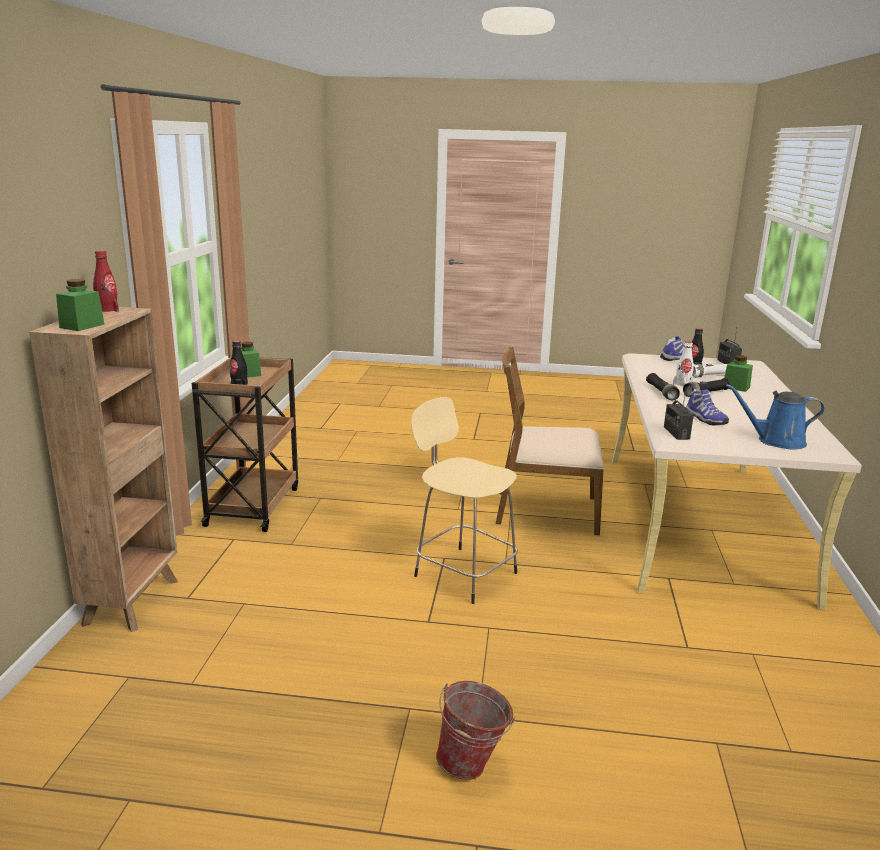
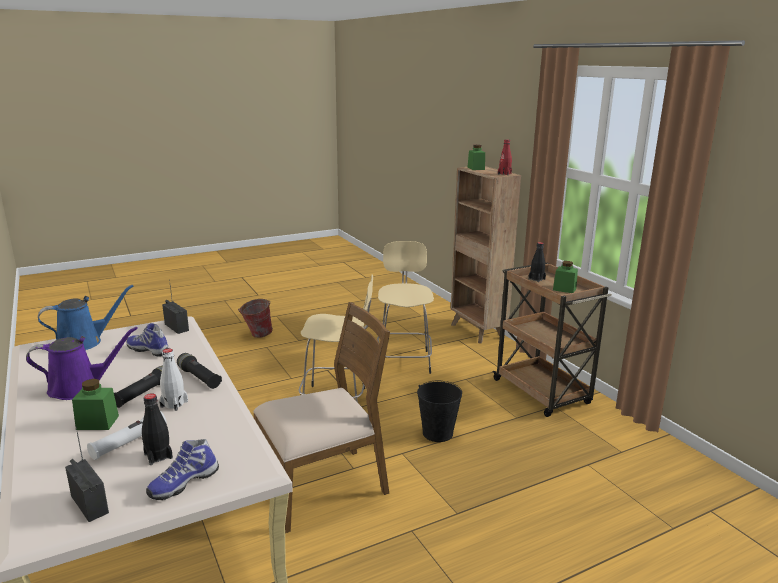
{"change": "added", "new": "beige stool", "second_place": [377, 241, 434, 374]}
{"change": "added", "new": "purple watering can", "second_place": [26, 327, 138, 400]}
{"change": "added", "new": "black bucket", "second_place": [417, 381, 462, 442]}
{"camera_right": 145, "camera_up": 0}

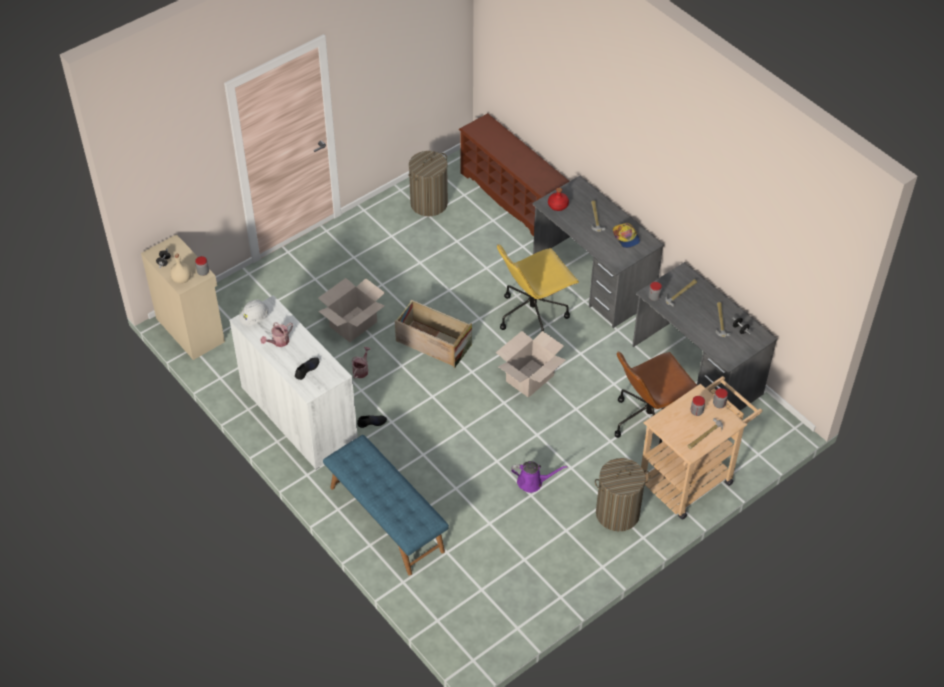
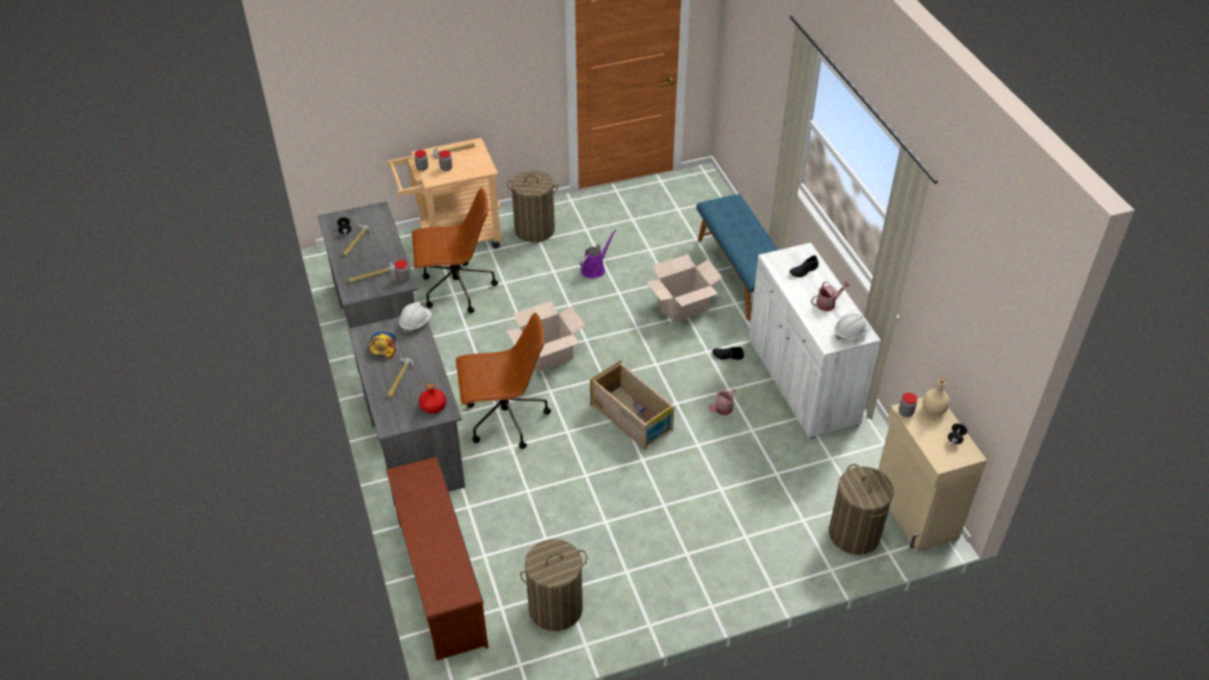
{"change": "recoloured", "old": "yellow office chair", "new": "brown office chair", "first_place": [497, 244, 579, 332], "second_place": [456, 312, 551, 449]}
{"change": "moved", "old": "cardboard box", "first_place": [318, 278, 385, 342], "second_place": [647, 254, 723, 323]}
{"change": "turned", "old": "purple watering can", "first_place": [511, 461, 567, 493], "second_place": [580, 230, 616, 279], "degrees": 105}
{"change": "added", "new": "white hard hat", "second_place": [399, 302, 432, 333]}
{"change": "added", "new": "laundry basket", "second_place": [829, 464, 894, 555]}
{"camera_right": -160, "camera_up": -5}

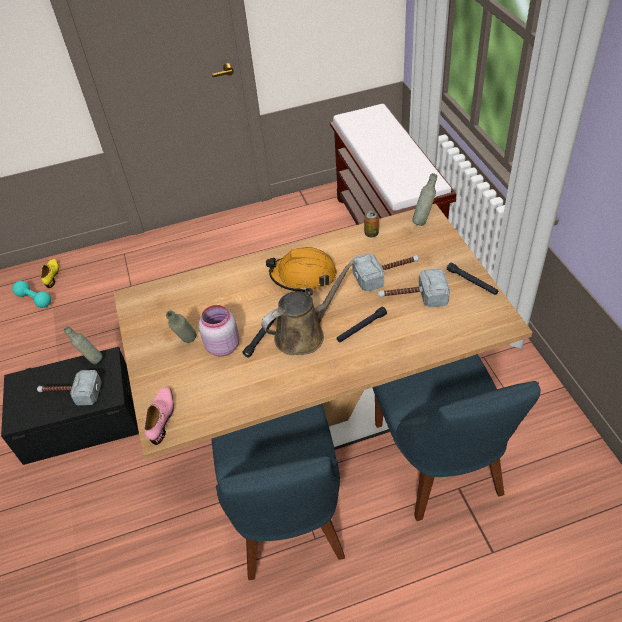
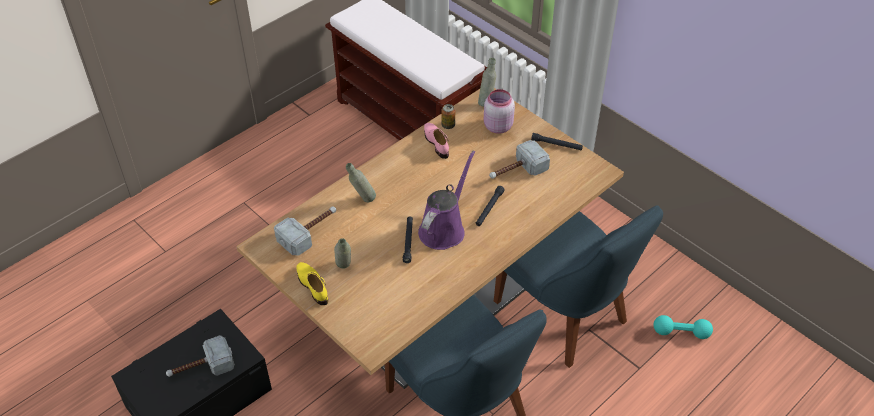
{"change": "removed", "old": "orange hard hat", "first_place": [266, 247, 337, 292]}
{"change": "moved", "old": "hammer", "first_place": [352, 253, 419, 292], "second_place": [274, 206, 336, 256]}
{"change": "moved", "old": "yellow shoe", "first_place": [41, 259, 60, 288], "second_place": [296, 262, 328, 305]}
{"change": "recoloured", "old": "brown watering can", "new": "purple watering can", "first_place": [261, 260, 355, 355], "second_place": [418, 151, 475, 250]}
{"change": "moved", "old": "turquoise dumbbell", "first_place": [12, 281, 51, 308], "second_place": [653, 315, 713, 339]}
{"change": "moved", "old": "pink jar", "first_place": [199, 305, 239, 356], "second_place": [484, 89, 515, 134]}
{"change": "moved", "old": "grey bottle", "first_place": [64, 326, 102, 364], "second_place": [346, 163, 376, 202]}
{"change": "moved", "old": "pink shoe", "first_place": [144, 387, 174, 445], "second_place": [424, 123, 449, 159]}
{"camera_right": -30, "camera_up": 0}

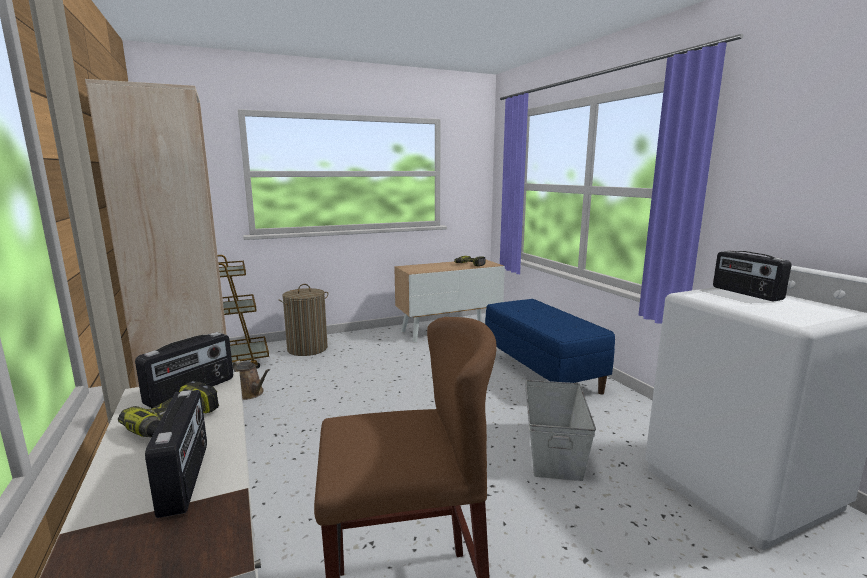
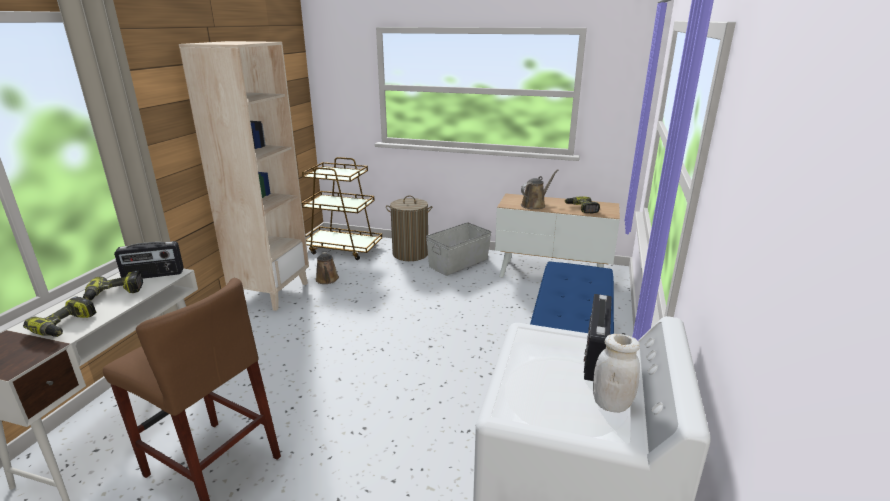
{"change": "moved", "old": "grey storage box", "first_place": [525, 380, 596, 481], "second_place": [426, 222, 492, 276]}
{"change": "replaced", "old": "radio", "new": "power drill", "first_place": [145, 390, 207, 518], "second_place": [23, 296, 96, 337]}
{"change": "added", "new": "brown watering can", "second_place": [521, 169, 558, 209]}
{"change": "added", "new": "white jar", "second_place": [593, 334, 640, 413]}
{"camera_right": 40, "camera_up": 10}

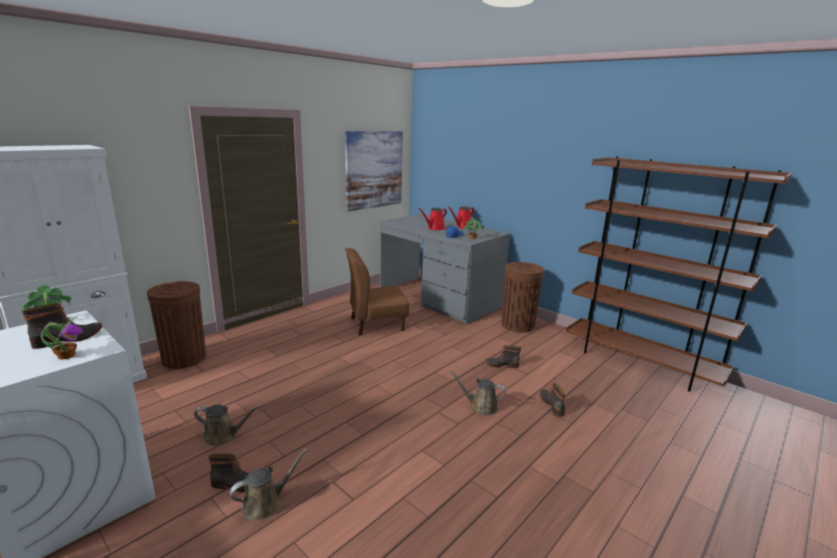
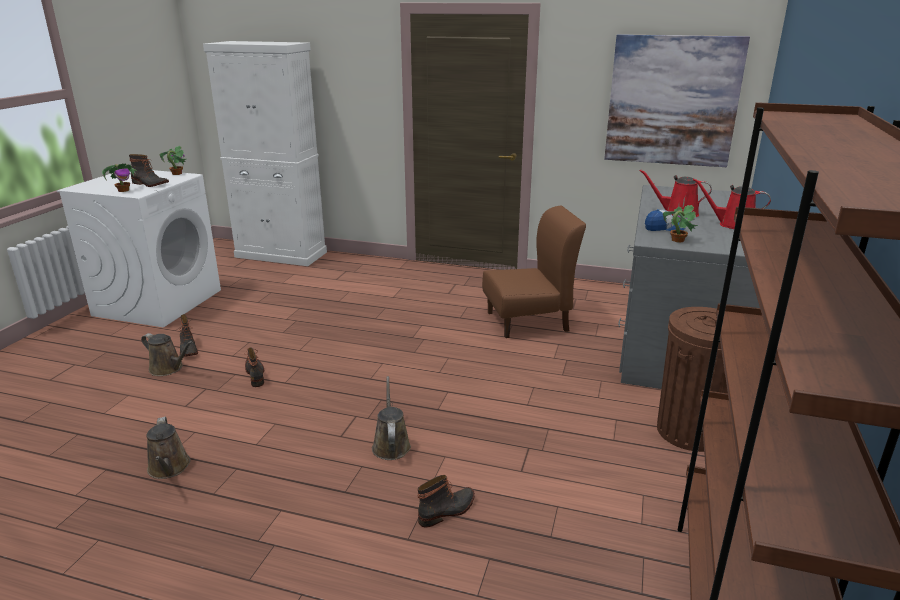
{"change": "turned", "old": "brown chair", "first_place": [345, 248, 409, 335], "second_place": [482, 206, 586, 338], "degrees": 120}
{"change": "removed", "old": "brown trash can", "first_place": [147, 281, 206, 369]}
{"change": "moved", "old": "boot", "first_place": [485, 345, 521, 368], "second_place": [245, 347, 264, 387]}
{"change": "moved", "old": "brown watering can", "first_place": [194, 404, 259, 446], "second_place": [146, 417, 191, 479]}
{"camera_right": 65, "camera_up": 5}

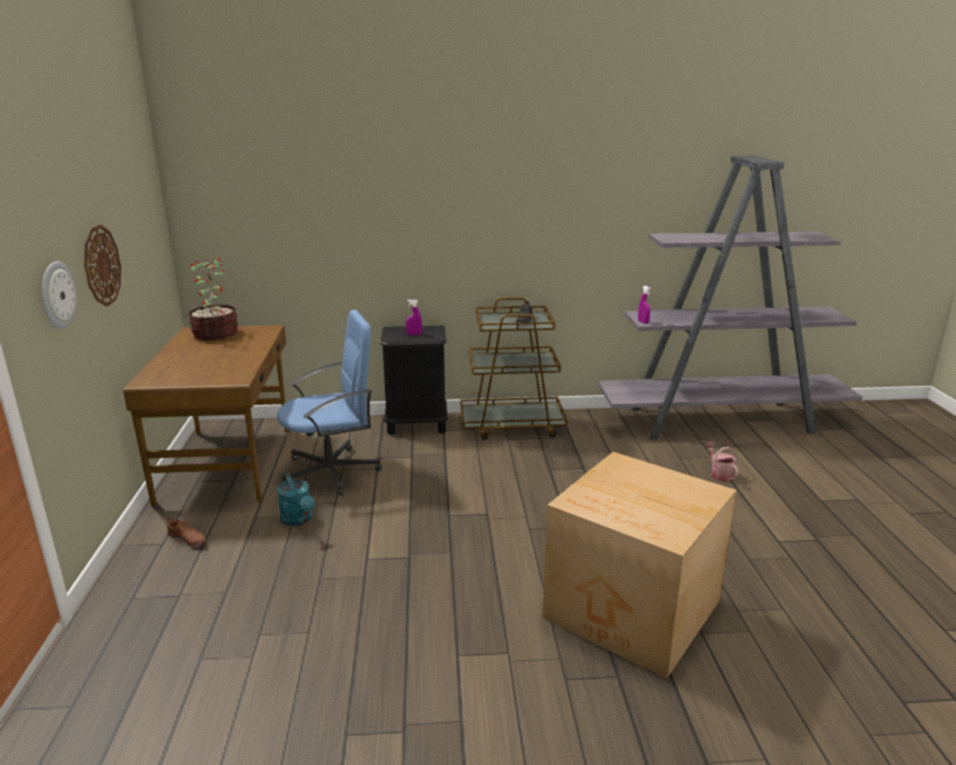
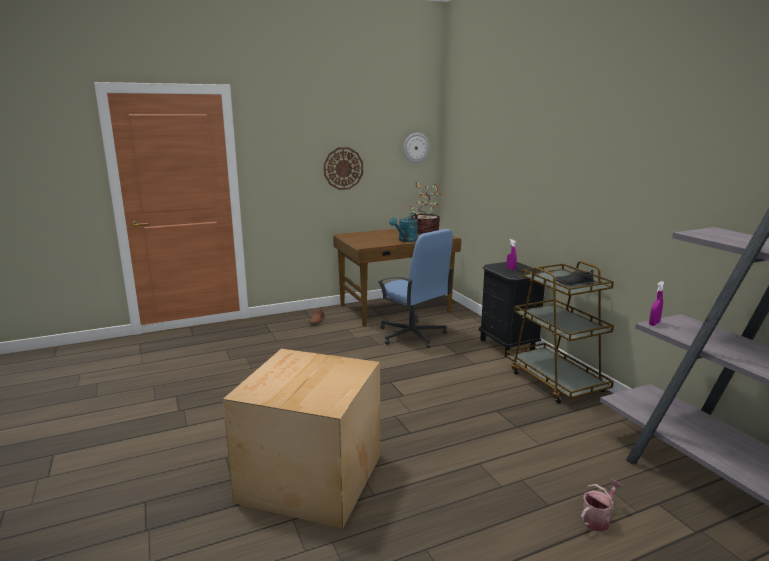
{"change": "moved", "old": "wall clock", "first_place": [42, 261, 77, 329], "second_place": [403, 133, 430, 163]}
{"change": "moved", "old": "turquoise watering can", "first_place": [277, 472, 315, 526], "second_place": [389, 213, 418, 242]}
{"camera_right": 70, "camera_up": -5}

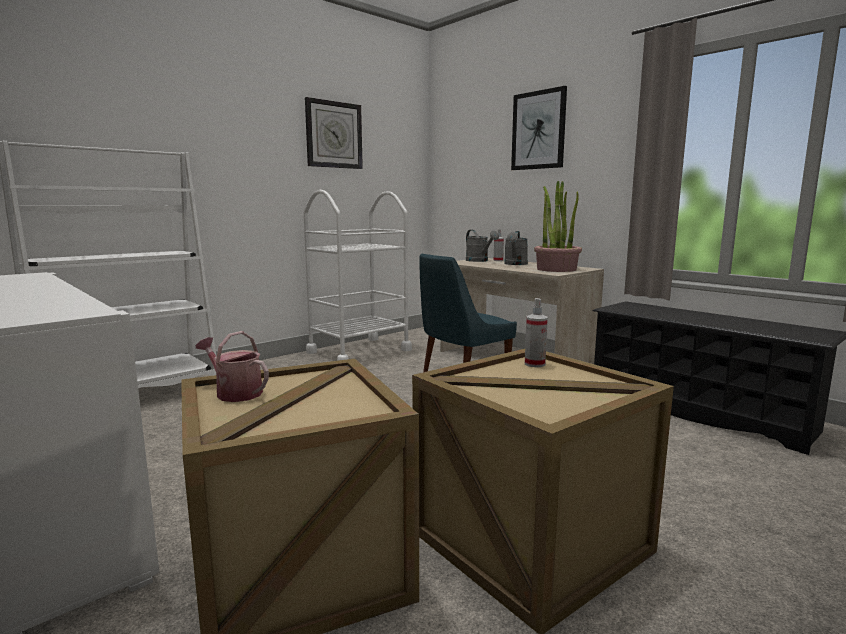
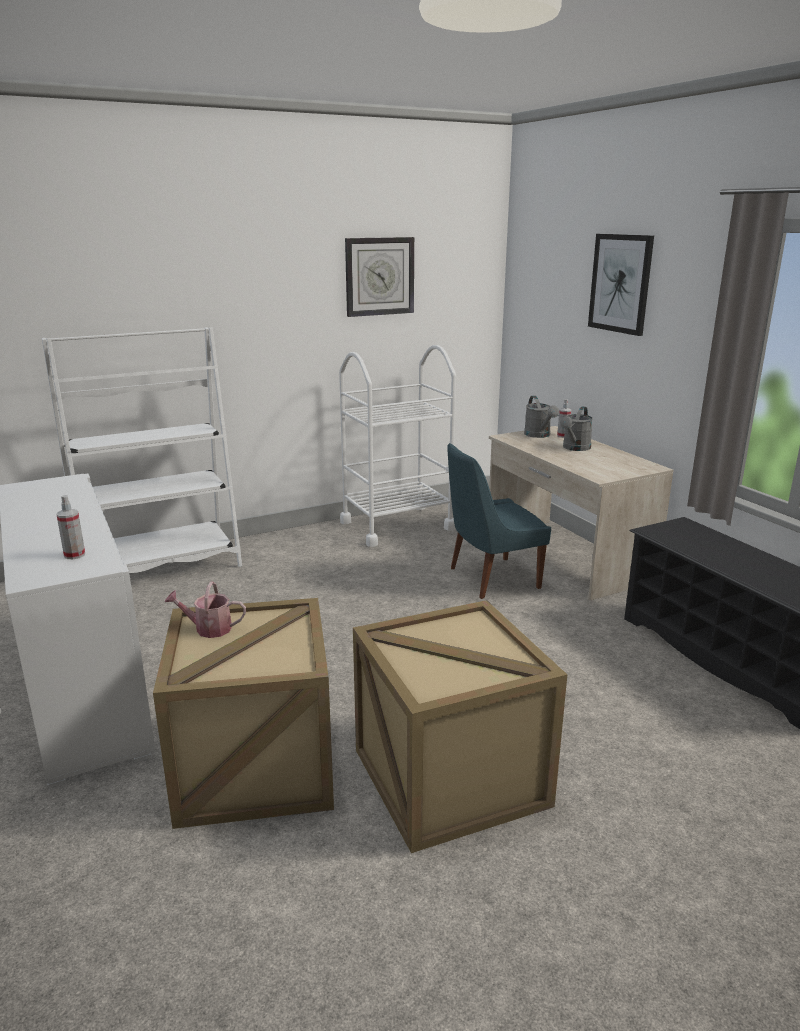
{"change": "removed", "old": "potted plant", "first_place": [534, 181, 582, 272]}
{"change": "moved", "old": "spray bottle", "first_place": [525, 298, 548, 367], "second_place": [56, 495, 85, 559]}
{"change": "turned", "old": "watering can", "first_place": [196, 331, 269, 402], "second_place": [165, 581, 246, 638], "degrees": -45}
{"camera_right": 15, "camera_up": 10}

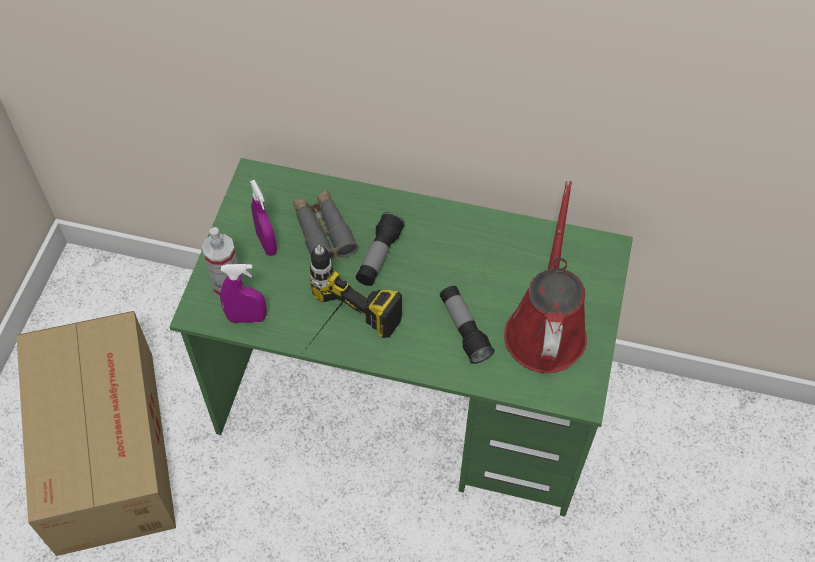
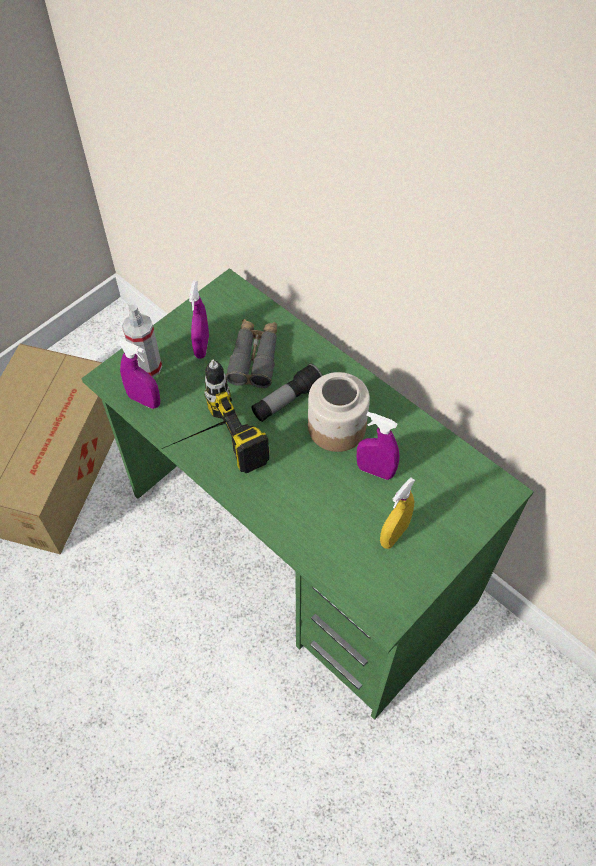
{"change": "replaced", "old": "red watering can", "new": "yellow spray bottle", "first_place": [504, 181, 587, 373], "second_place": [380, 477, 415, 549]}
{"change": "removed", "old": "flashlight", "first_place": [440, 286, 494, 364]}
{"change": "added", "new": "jar", "second_place": [308, 372, 370, 452]}
{"change": "added", "new": "purple spray bottle", "second_place": [357, 412, 400, 480]}
{"camera_right": 30, "camera_up": 0}

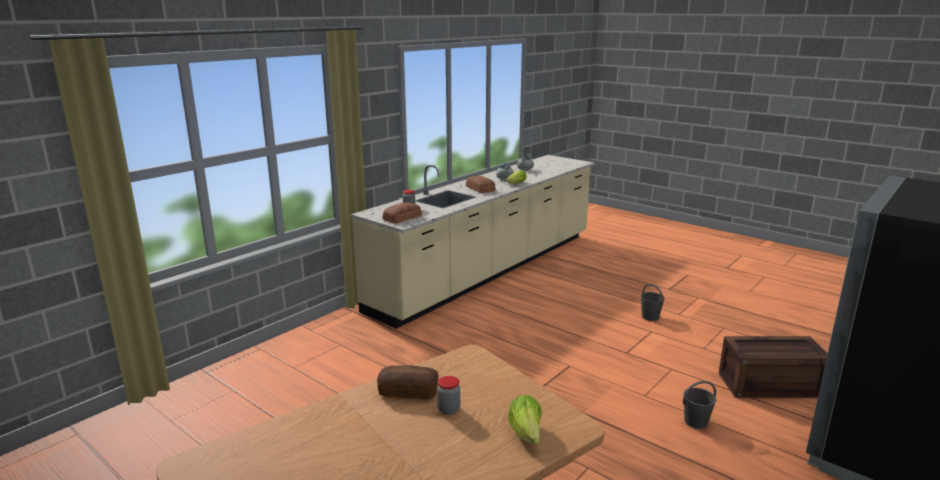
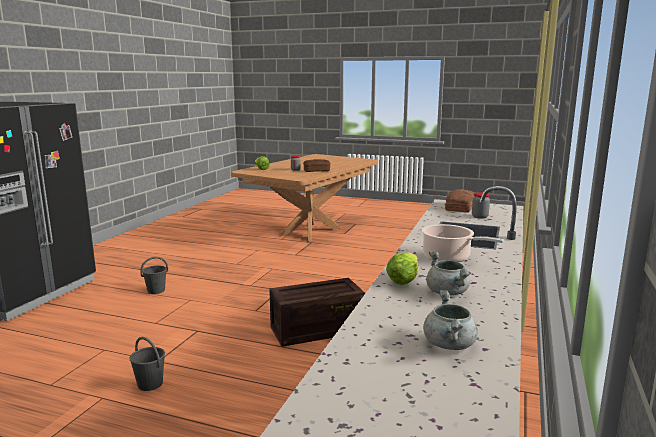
{"change": "replaced", "old": "bread", "new": "cooking pot", "first_place": [466, 176, 496, 193], "second_place": [421, 224, 504, 262]}
{"change": "moved", "old": "crate", "first_place": [719, 336, 827, 398], "second_place": [269, 278, 365, 347]}
{"camera_right": 160, "camera_up": -5}

